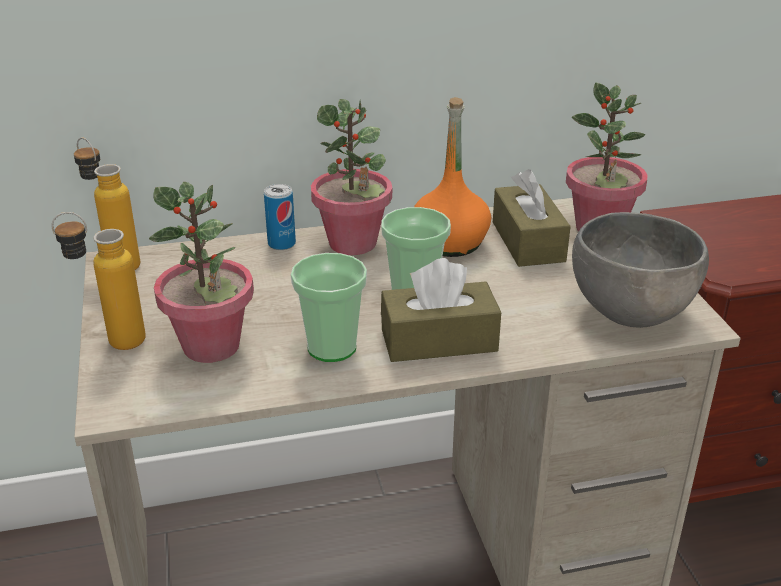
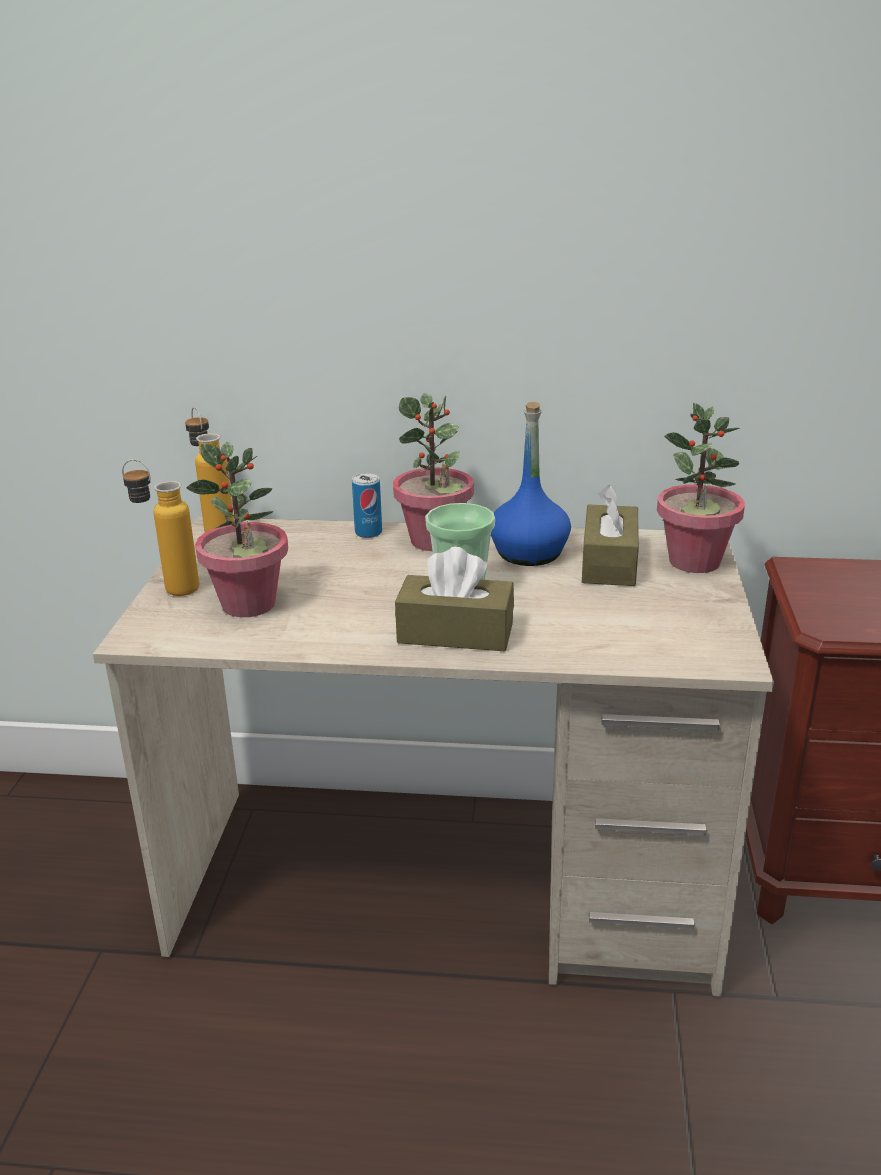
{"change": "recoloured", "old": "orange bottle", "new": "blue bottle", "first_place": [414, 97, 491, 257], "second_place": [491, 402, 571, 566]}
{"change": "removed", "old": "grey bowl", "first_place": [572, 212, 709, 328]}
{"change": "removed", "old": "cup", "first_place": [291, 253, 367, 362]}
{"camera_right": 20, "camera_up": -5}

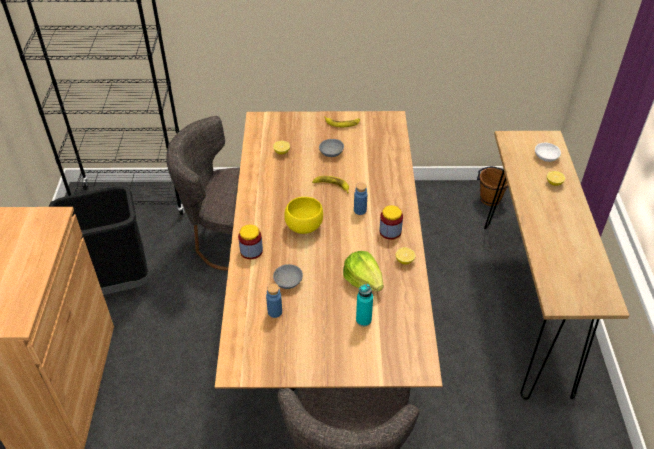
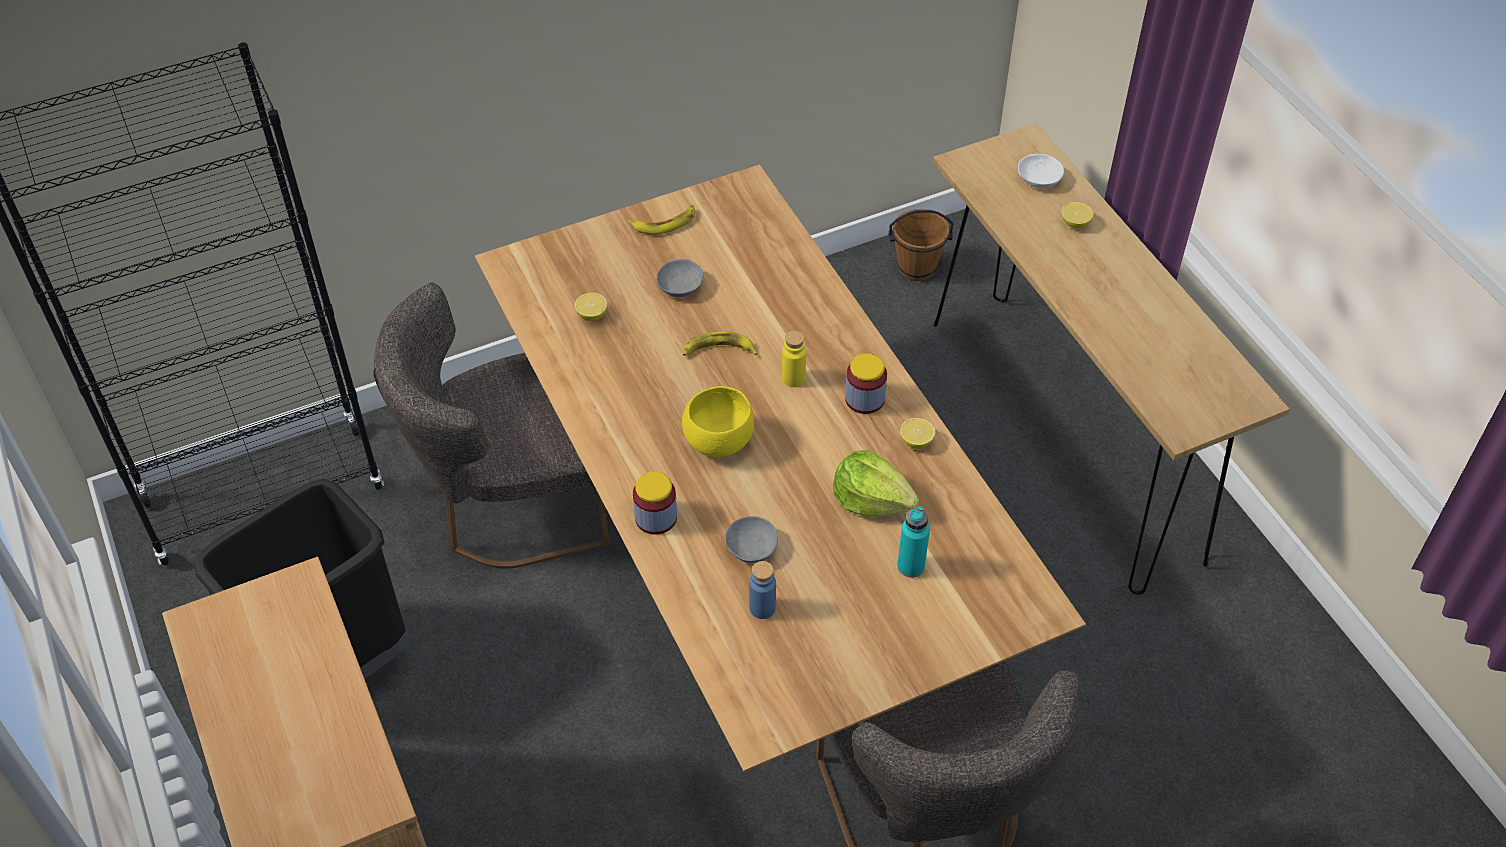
{"change": "recoloured", "old": "blue bottle", "new": "yellow bottle", "first_place": [354, 183, 367, 215], "second_place": [782, 331, 806, 387]}
{"camera_right": -25, "camera_up": 5}

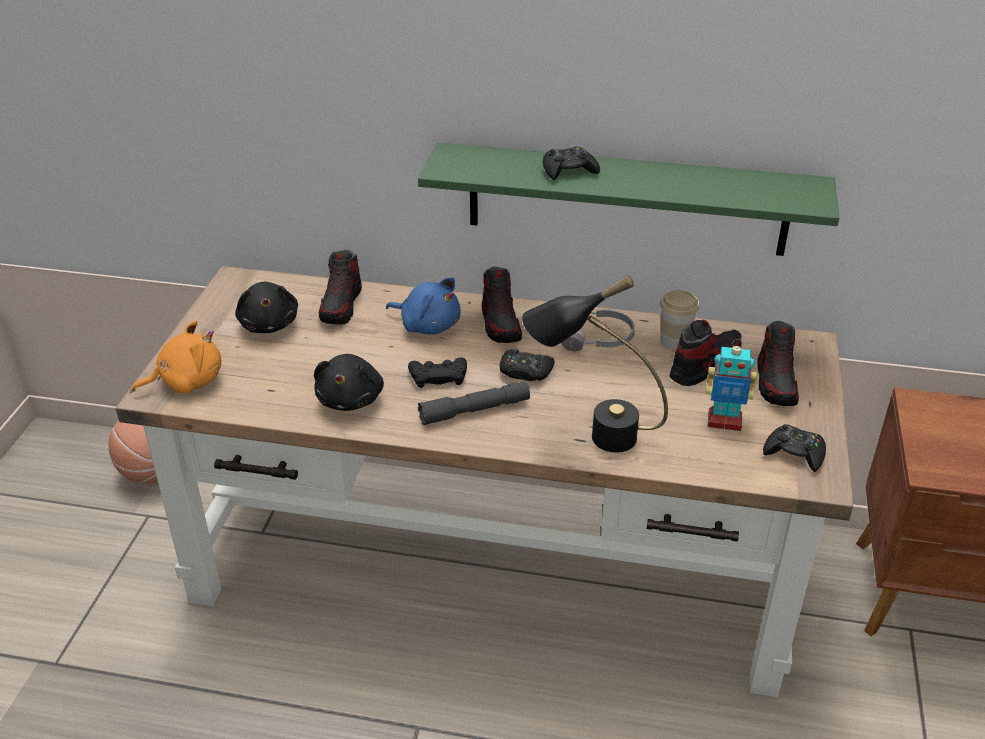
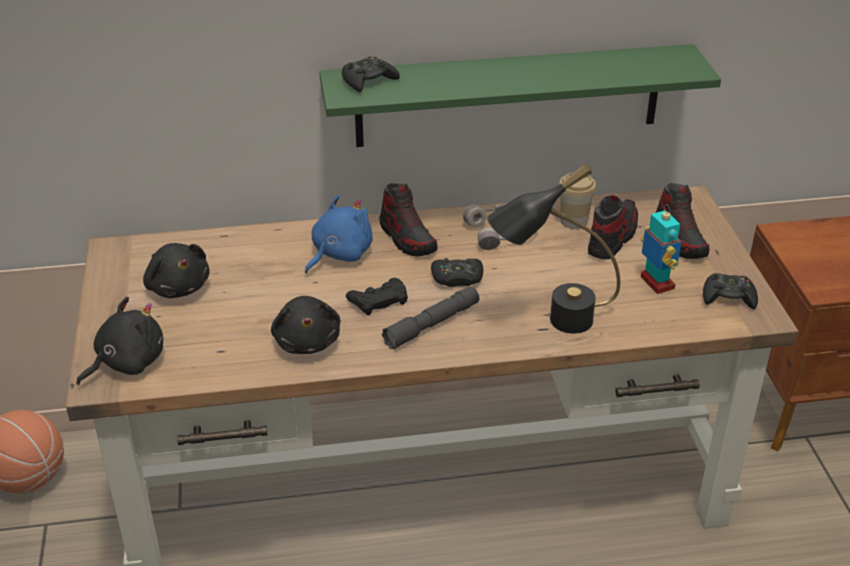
{"change": "moved", "old": "black game controller", "first_place": [543, 146, 600, 180], "second_place": [342, 56, 400, 92]}
{"change": "removed", "old": "shoe", "first_place": [319, 250, 362, 325]}
{"change": "turned", "old": "blue plush toy", "first_place": [386, 278, 461, 334], "second_place": [305, 195, 373, 274], "degrees": -60}
{"change": "recoloured", "old": "orange plush toy", "new": "black plush toy", "first_place": [132, 321, 221, 393], "second_place": [76, 297, 163, 385]}
{"change": "turned", "old": "toy robot", "first_place": [706, 339, 757, 431], "second_place": [641, 205, 681, 294], "degrees": -105}
{"camera_right": -20, "camera_up": 0}

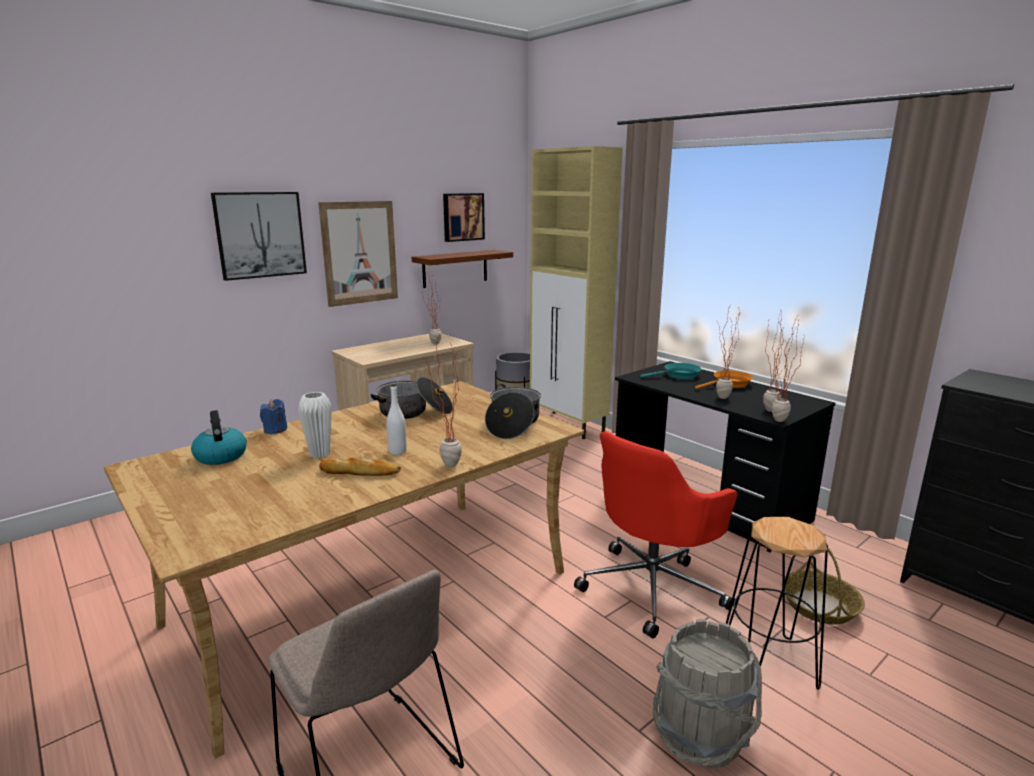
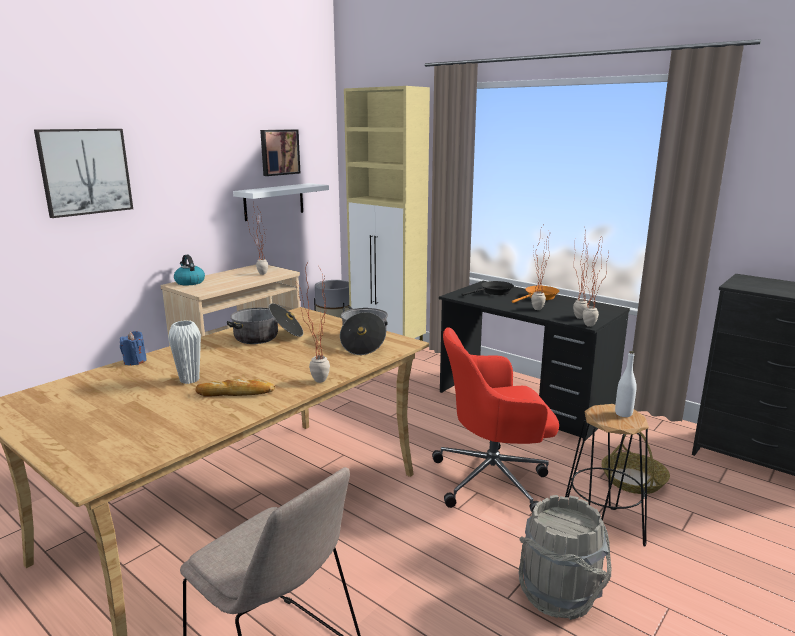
{"change": "removed", "old": "picture", "first_place": [318, 201, 398, 307]}
{"change": "recoloured", "old": "brown shelf", "new": "white shelf", "first_place": [412, 250, 513, 288], "second_place": [233, 183, 329, 221]}
{"change": "recoloured", "old": "turquoise frying pan", "new": "black frying pan", "first_place": [640, 363, 702, 379], "second_place": [462, 281, 514, 296]}
{"change": "moved", "old": "white bottle", "first_place": [386, 384, 407, 455], "second_place": [615, 351, 637, 417]}
{"change": "moved", "old": "kettle", "first_place": [191, 410, 247, 465], "second_place": [174, 255, 205, 285]}
{"change": "turned", "old": "red office chair", "first_place": [574, 431, 738, 638], "second_place": [432, 327, 559, 512], "degrees": 45}
{"camera_right": -10, "camera_up": 0}

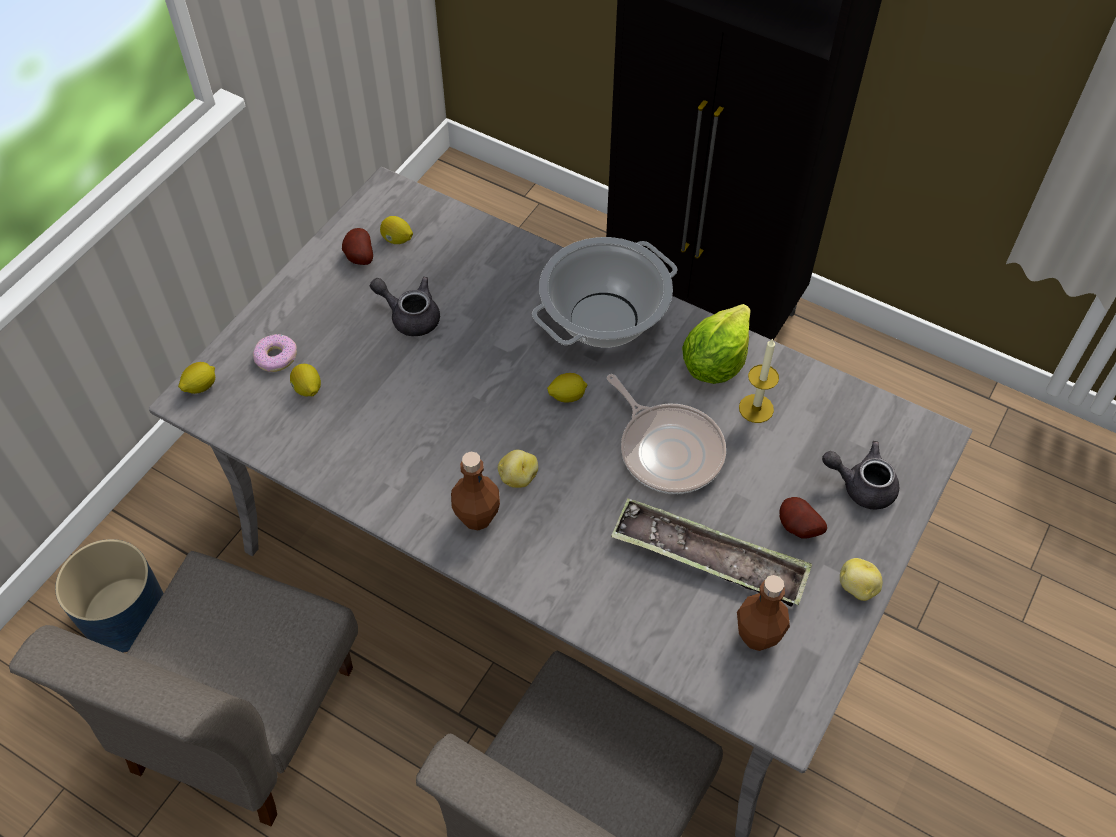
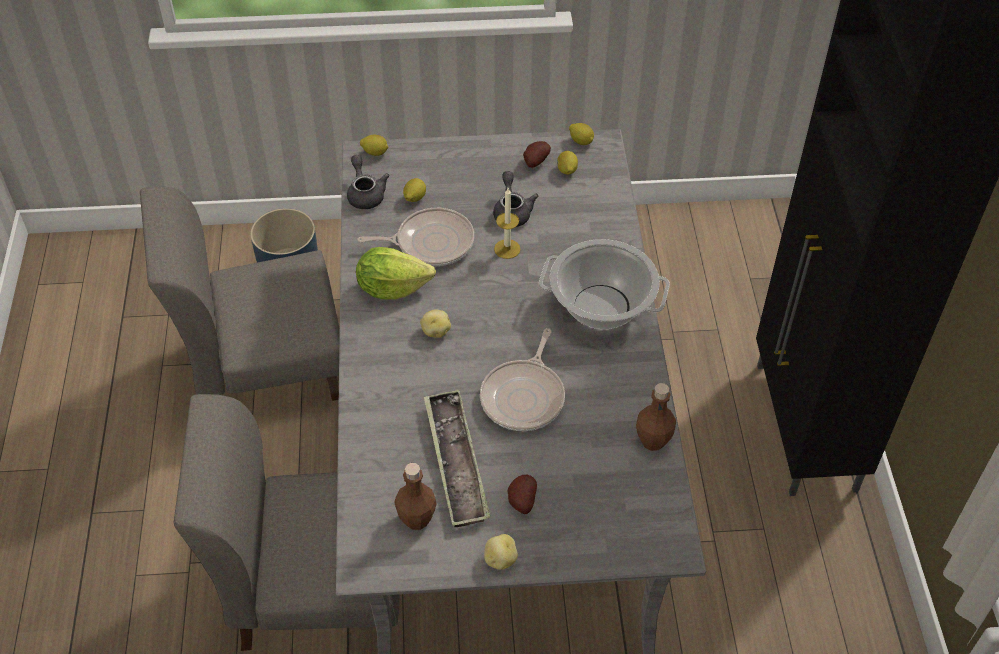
{"change": "moved", "old": "lettuce", "first_place": [682, 304, 751, 384], "second_place": [356, 247, 436, 300]}
{"change": "removed", "old": "donut", "first_place": [253, 334, 297, 372]}
{"change": "moved", "old": "candle", "first_place": [739, 338, 779, 423], "second_place": [494, 188, 520, 259]}
{"change": "moved", "old": "lemon", "first_place": [547, 373, 587, 403], "second_place": [569, 123, 594, 145]}
{"change": "moved", "old": "grey teapot", "first_place": [822, 441, 900, 510], "second_place": [347, 155, 389, 209]}
{"change": "moved", "old": "brown bottle", "first_place": [451, 451, 500, 530], "second_place": [636, 383, 676, 451]}
{"change": "added", "new": "frying pan", "second_place": [357, 208, 474, 266]}
{"camera_right": 55, "camera_up": -5}

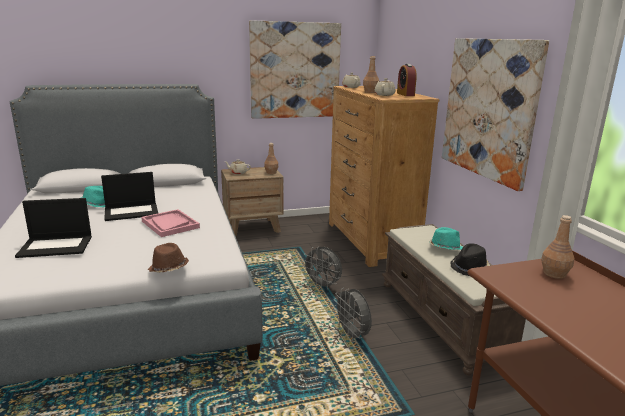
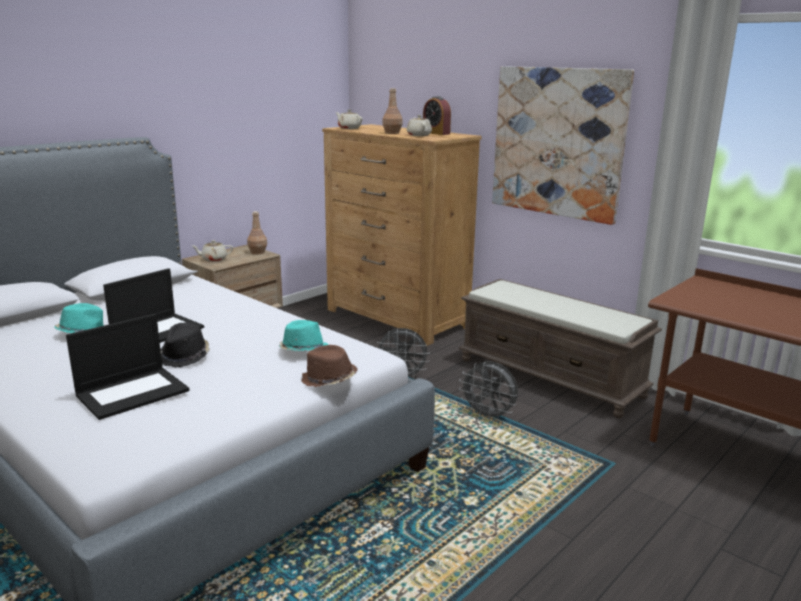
{"change": "removed", "old": "picture", "first_place": [249, 20, 341, 119]}
{"change": "removed", "old": "pink tray", "first_place": [141, 209, 200, 237]}
{"change": "removed", "old": "brown bottle", "first_place": [541, 215, 574, 279]}
{"change": "moved", "old": "turquoise hat", "first_place": [429, 227, 463, 250], "second_place": [279, 320, 329, 351]}
{"change": "moved", "old": "black hat", "first_place": [450, 243, 489, 276], "second_place": [160, 323, 210, 367]}
{"camera_right": -30, "camera_up": 0}

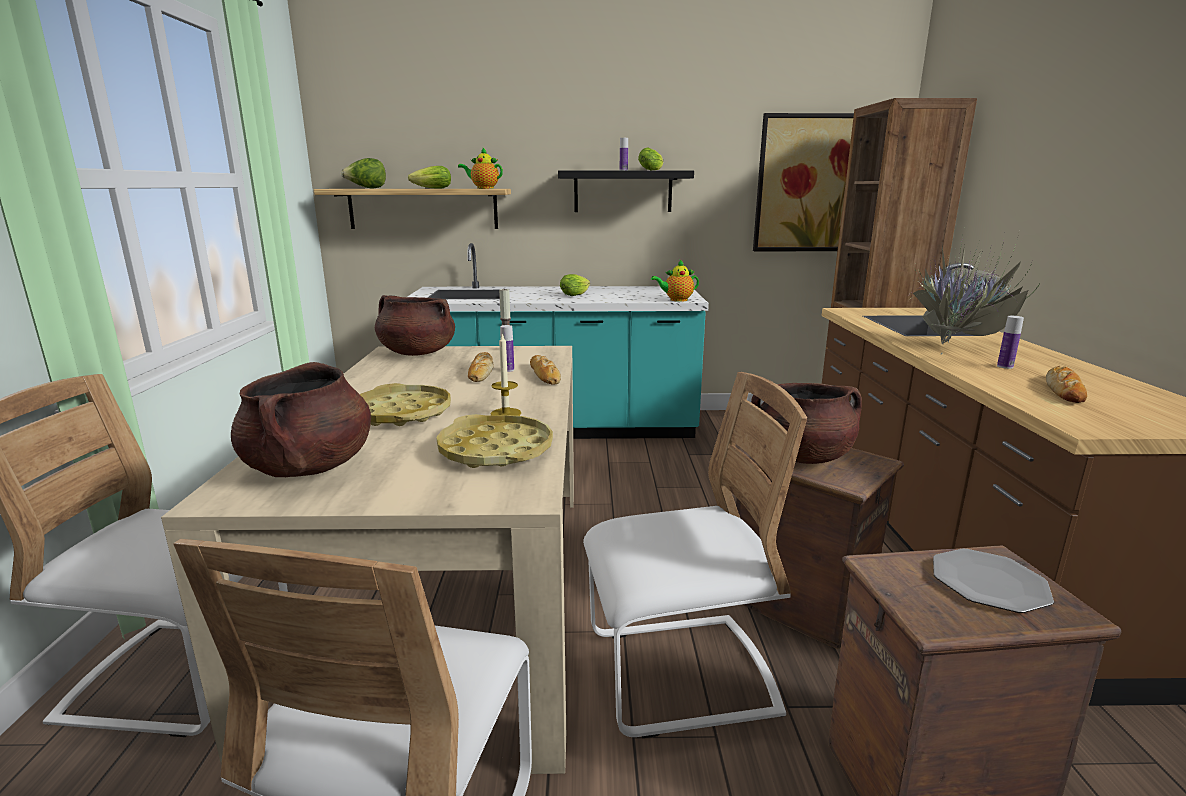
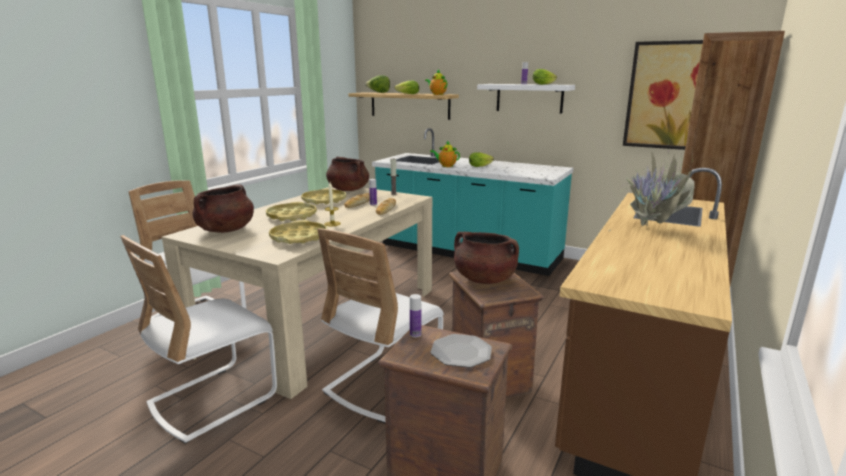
{"change": "recoloured", "old": "black shelf", "new": "white shelf", "first_place": [558, 171, 694, 212], "second_place": [477, 84, 575, 113]}
{"change": "moved", "old": "teapot", "first_place": [651, 260, 699, 302], "second_place": [430, 141, 460, 167]}
{"change": "moved", "old": "bottle", "first_place": [997, 316, 1024, 369], "second_place": [410, 294, 422, 337]}
{"change": "removed", "old": "bread", "first_place": [1046, 366, 1087, 403]}
{"change": "turned", "old": "white chair", "first_place": [583, 372, 807, 738], "second_place": [317, 228, 444, 423], "degrees": 105}
{"change": "added", "new": "yellow tray", "second_place": [301, 189, 346, 205]}
{"camera_right": 30, "camera_up": 0}

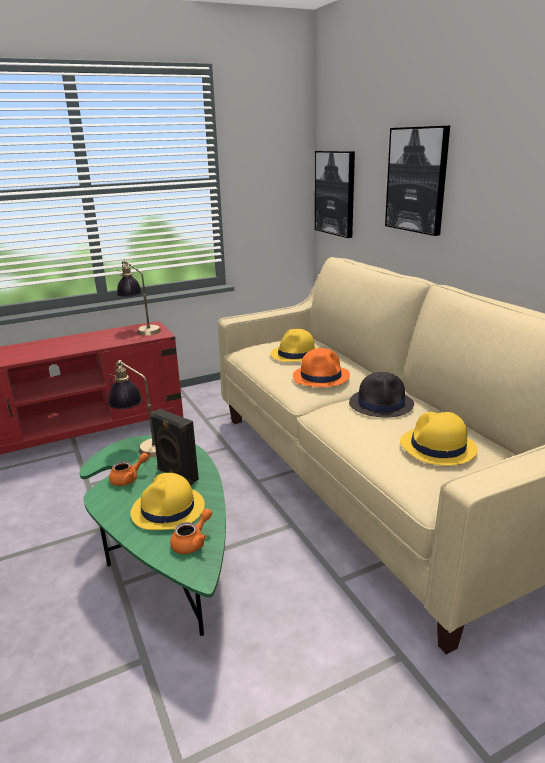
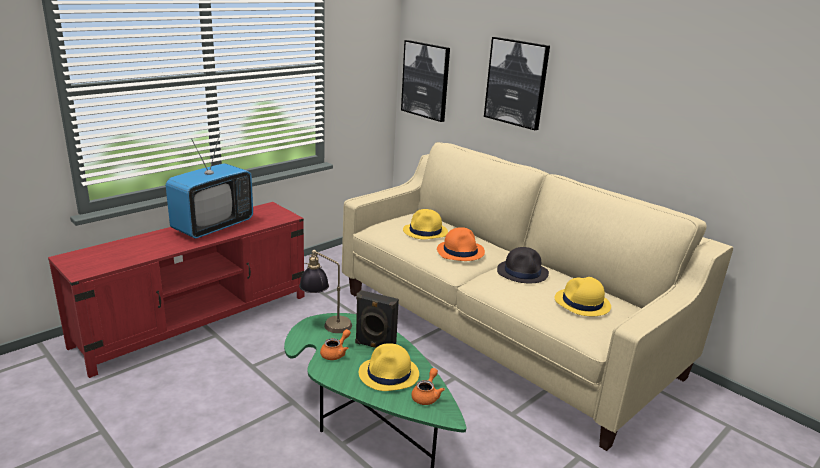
{"change": "removed", "old": "table lamp", "first_place": [116, 260, 161, 335]}
{"change": "added", "new": "television", "second_place": [166, 132, 253, 239]}
{"camera_right": -20, "camera_up": 0}

